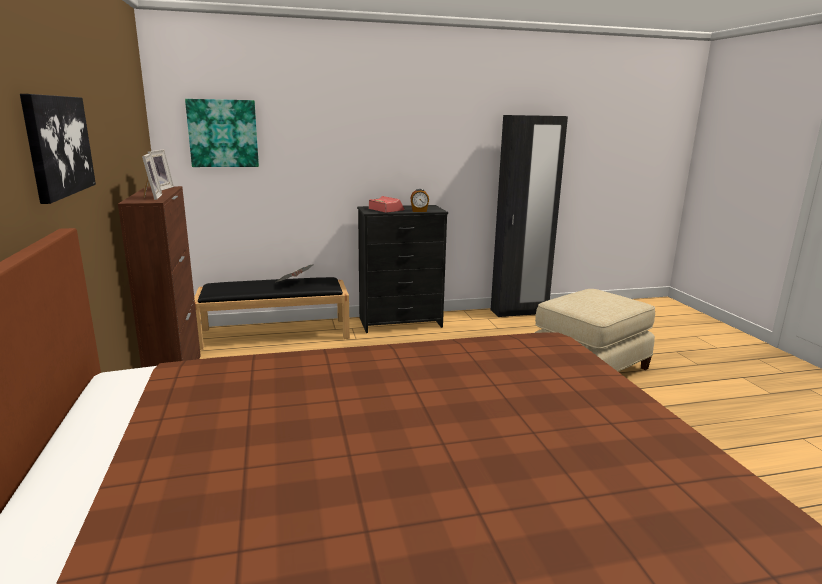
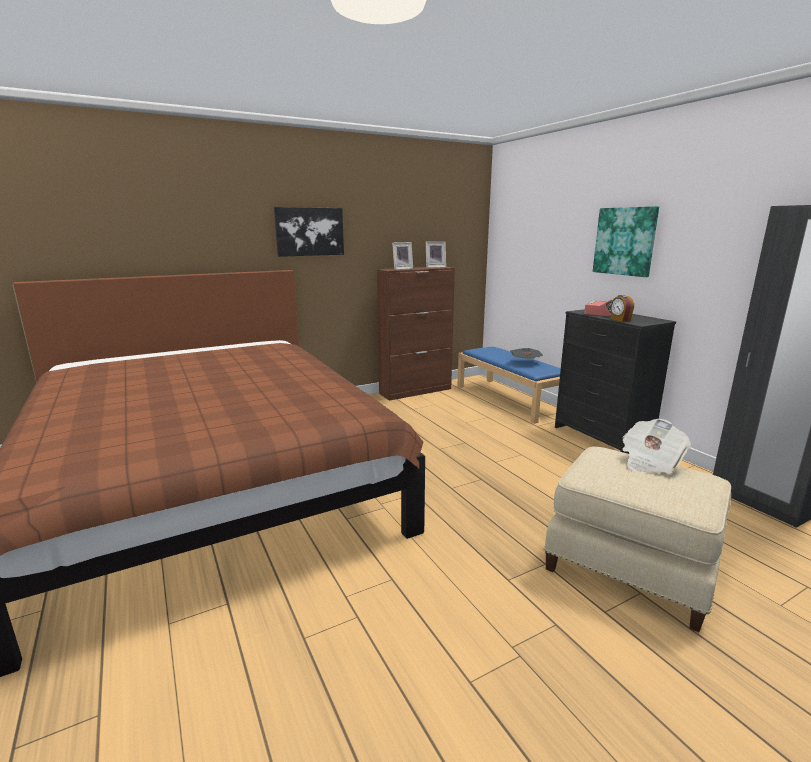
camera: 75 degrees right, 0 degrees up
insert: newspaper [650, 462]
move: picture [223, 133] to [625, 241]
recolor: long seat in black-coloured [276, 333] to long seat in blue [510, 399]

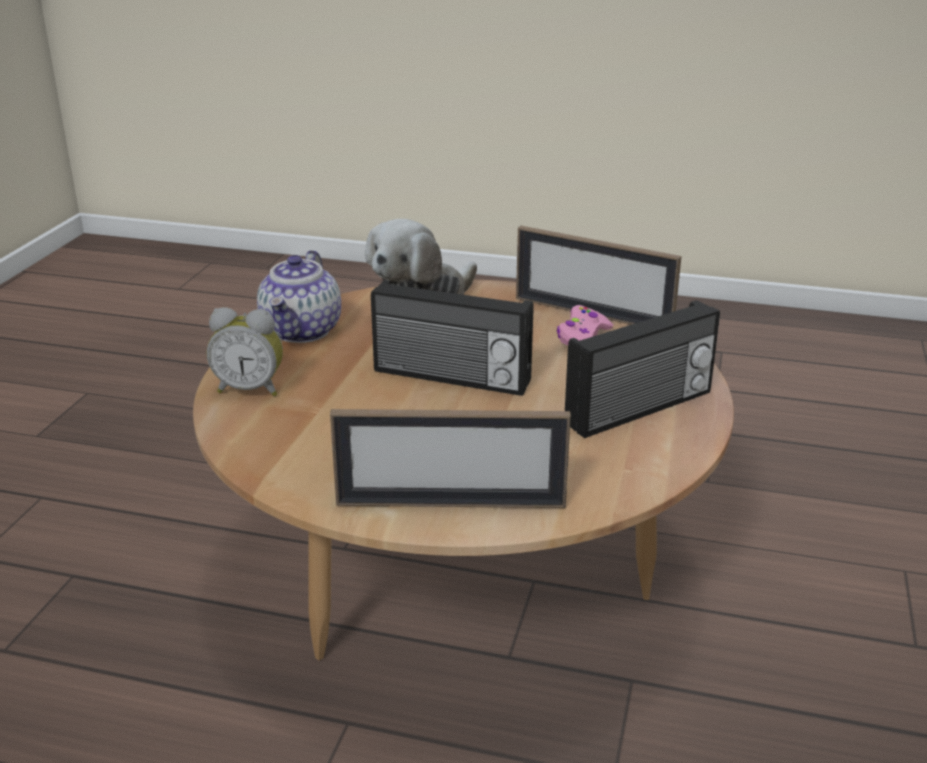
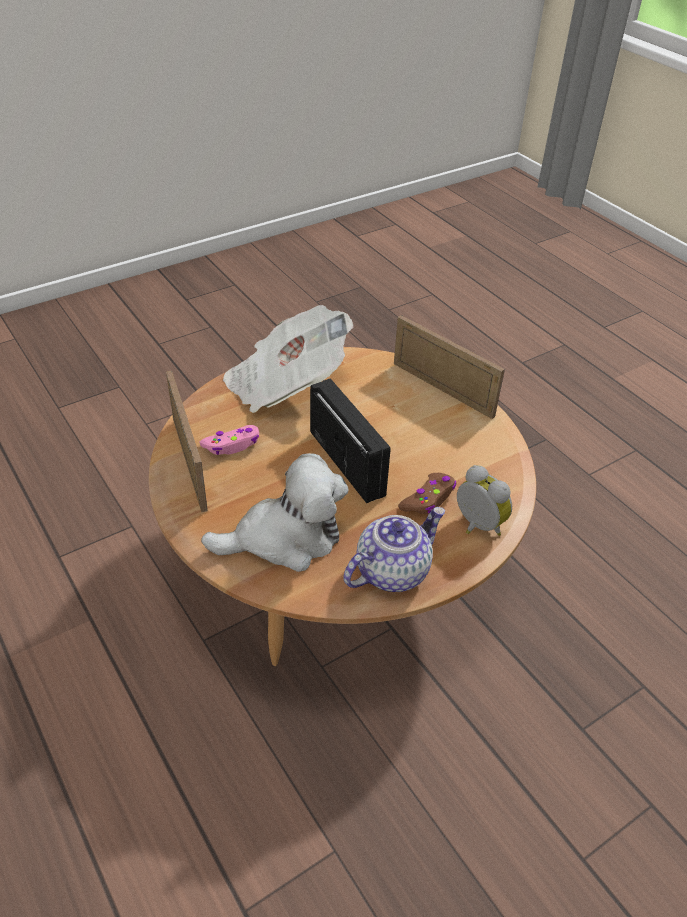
camera: 140 degrees left, 15 degrees up
insert: joypad in brown [428, 499]
replace: radio set [641, 409] to newspaper [286, 384]

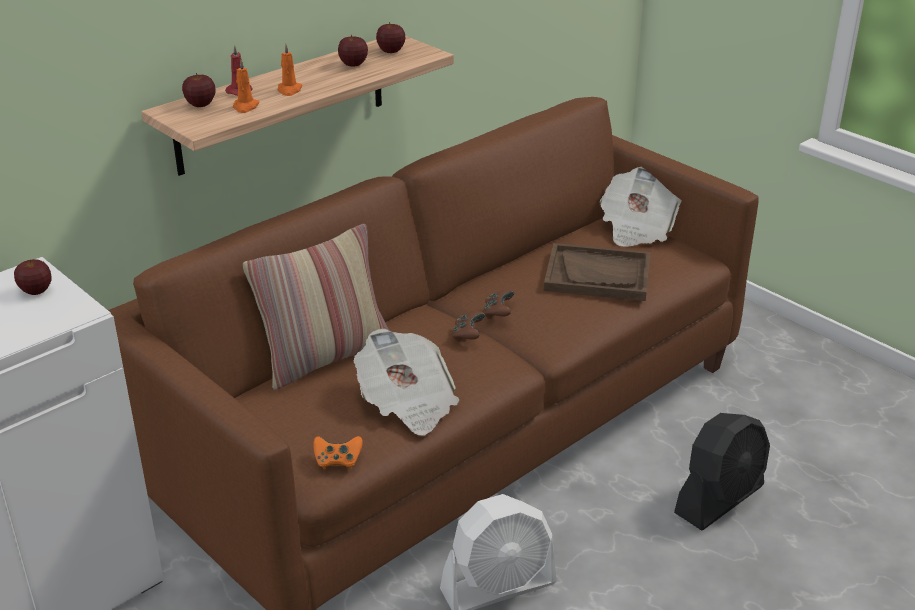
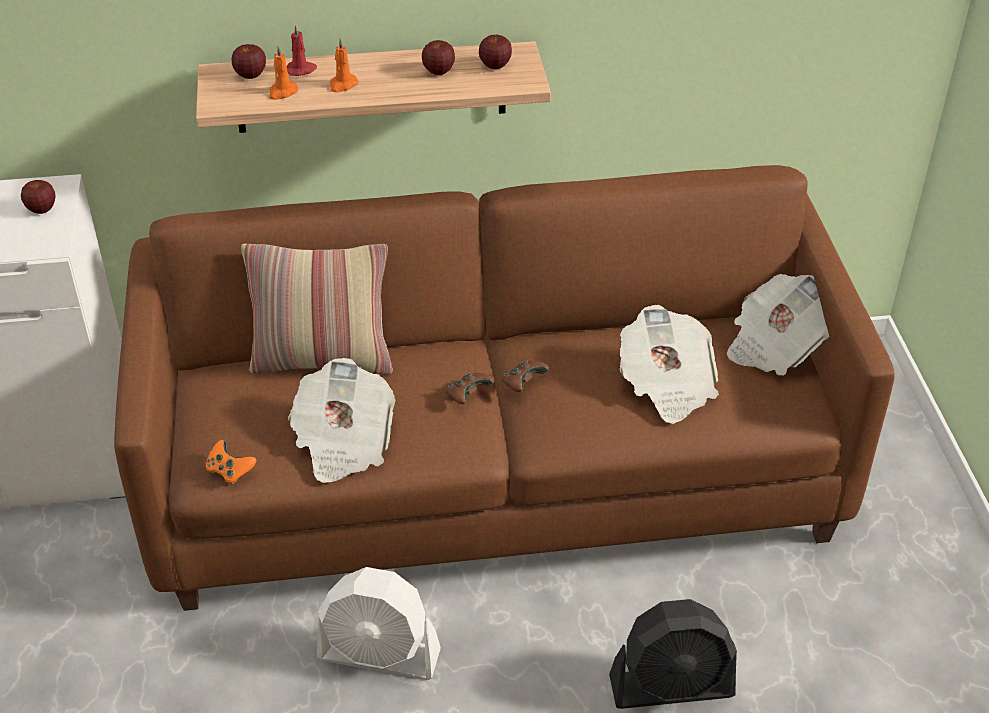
camera: 35 degrees right, 10 degrees up
replace: serving tray in brown [598, 275] to newspaper [667, 385]

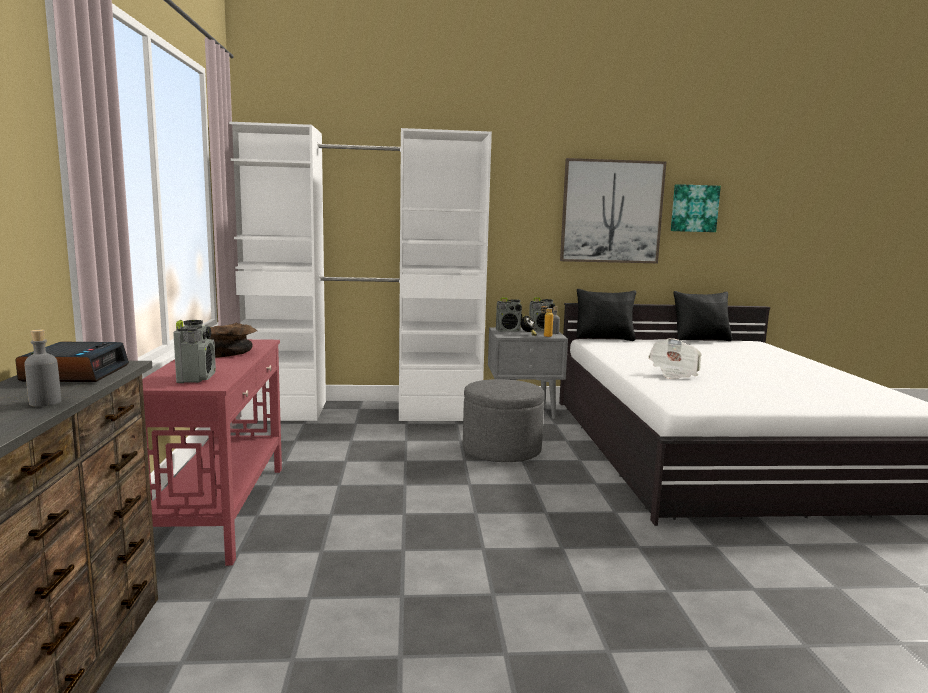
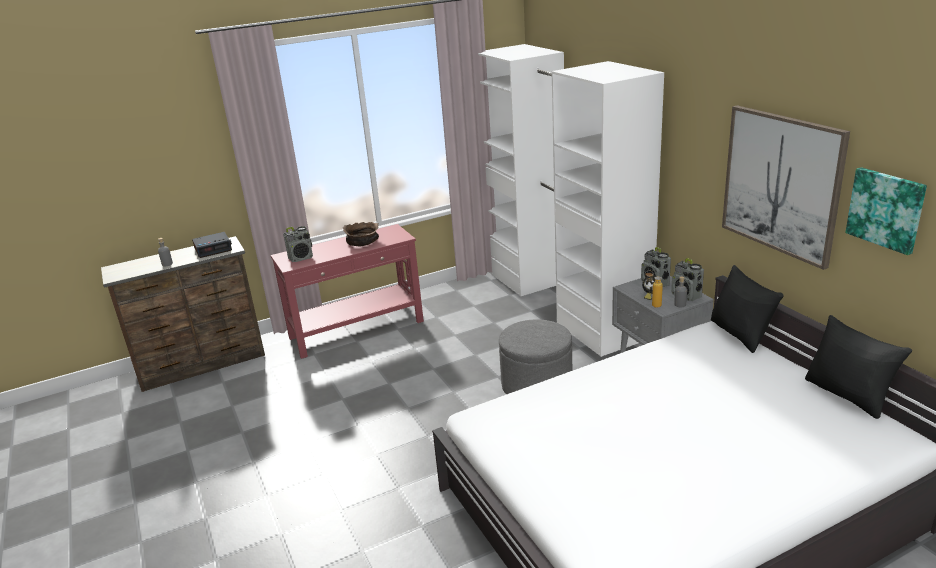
camera: 70 degrees right, 15 degrees up
delete: newspaper [673, 373]

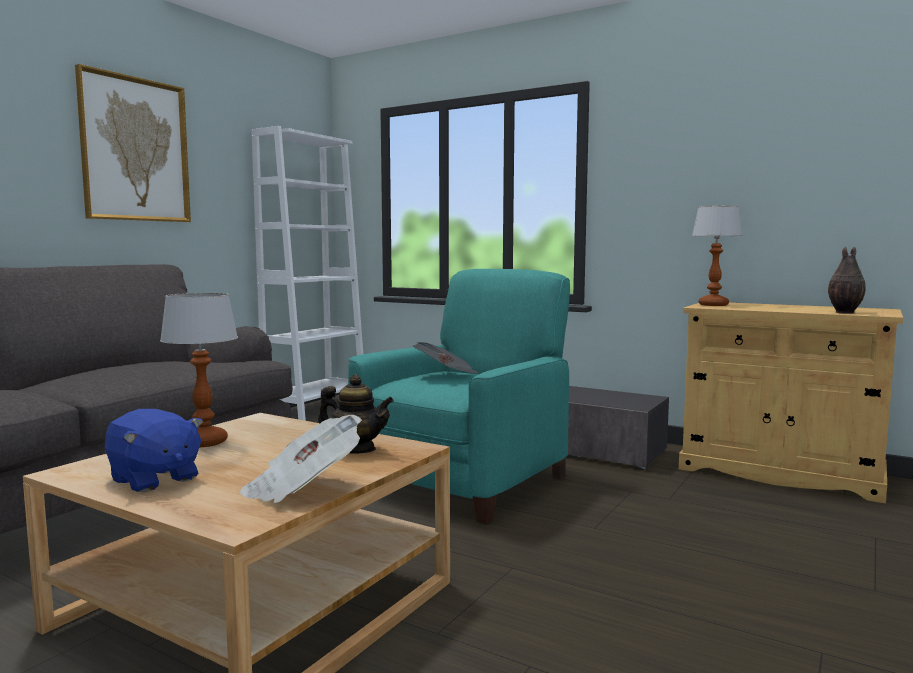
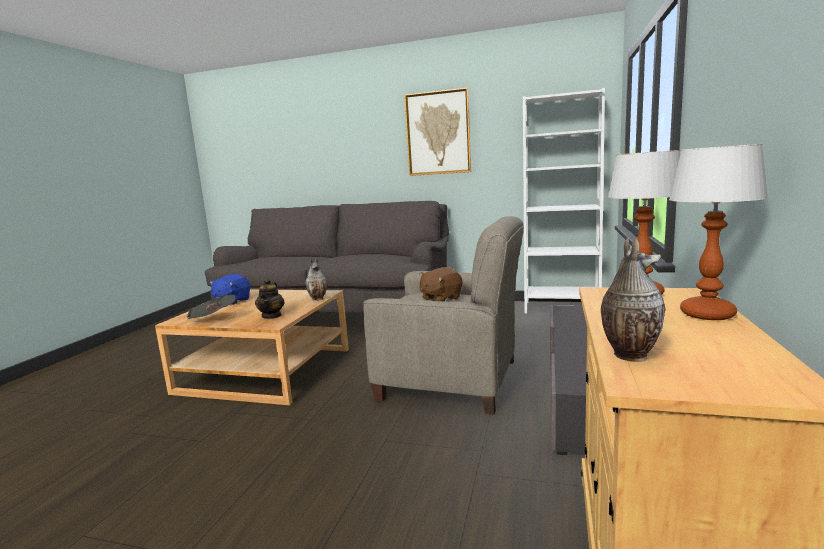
camera: 75 degrees right, 5 degrees up
insert: decorative vase [318, 299]
move: tabletop lamp [204, 442] to [707, 314]
replace: newspaper [447, 376] to soft toy in brown [440, 298]
recolor: easy chair in turquoise-coloured [464, 481] to easy chair in beige [451, 380]

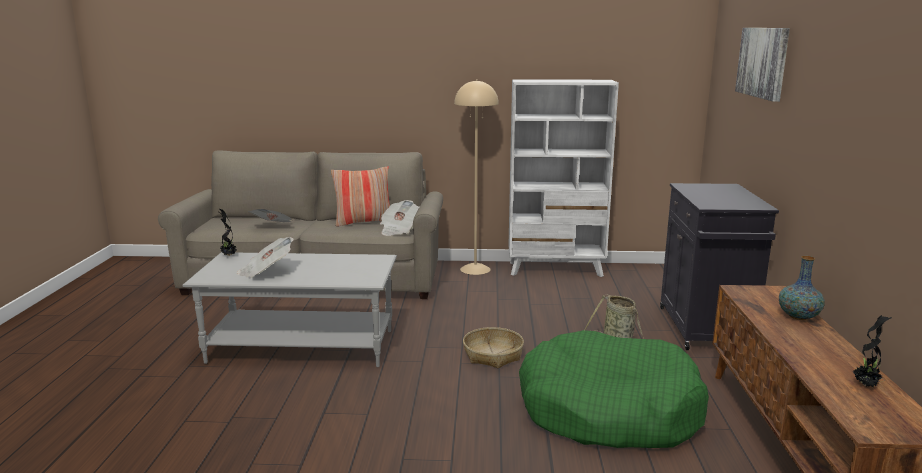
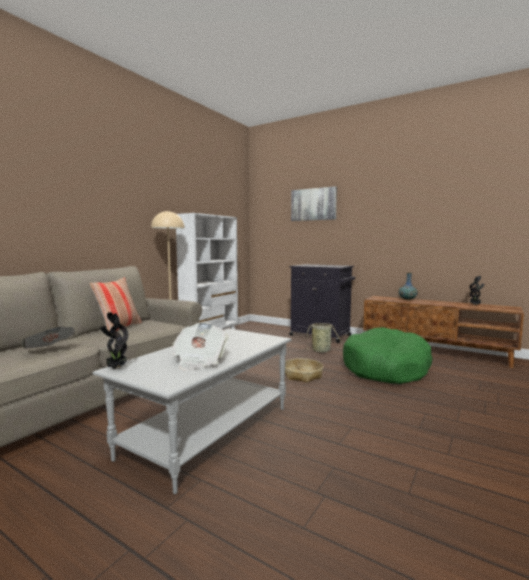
camera: 60 degrees left, 10 degrees down
delete: newspaper [399, 230]

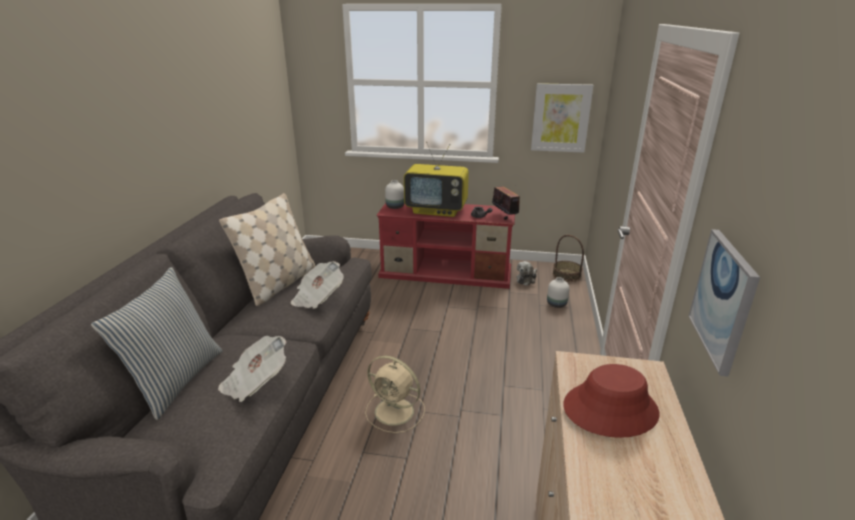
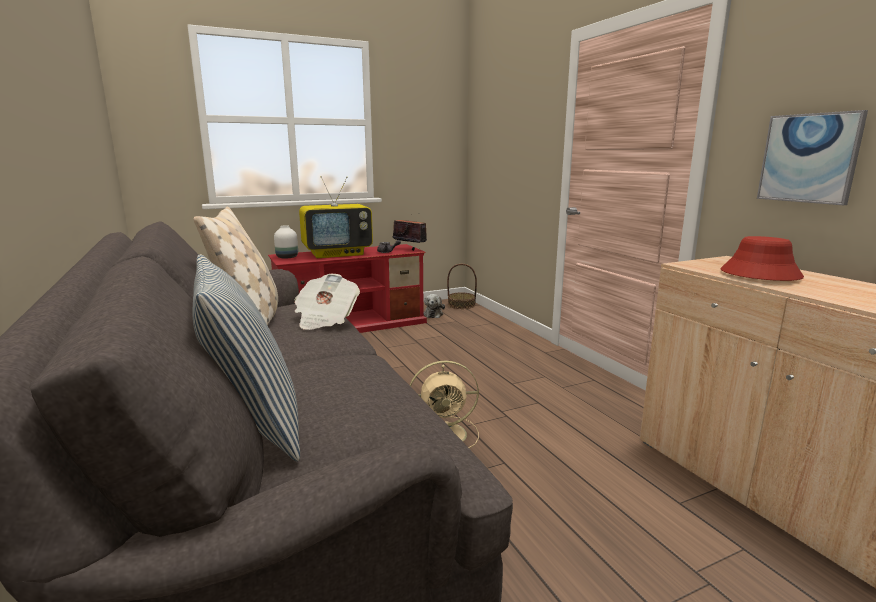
camera: 35 degrees left, 10 degrees down
delete: newspaper [255, 382]; picture [560, 118]; decorative vase in white-coloured [556, 304]

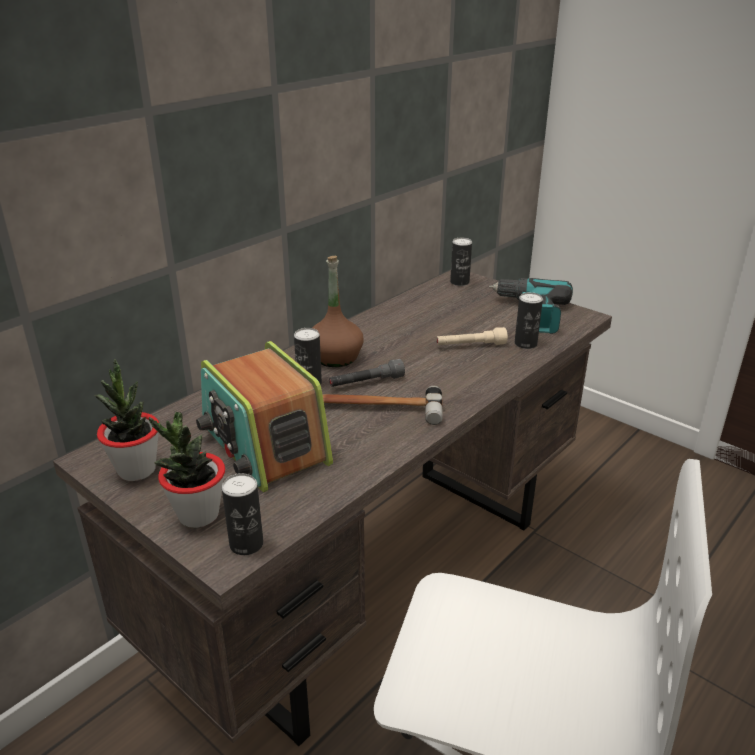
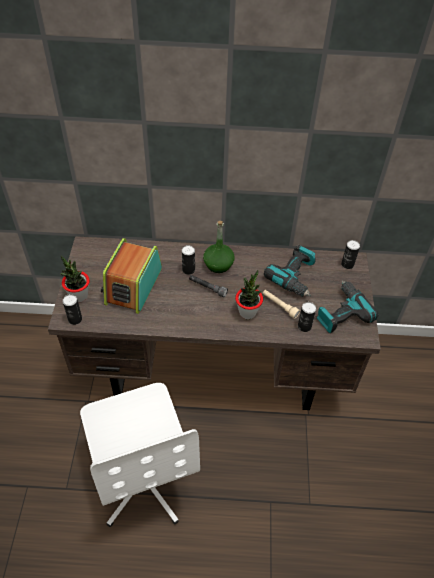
camera: 50 degrees right, 20 degrees up
delete: hammer [381, 409]
insert: power drill [295, 277]
move: houseplant [136, 470] to [247, 312]
recolor: drink bottle in brown [335, 357] to drink bottle in green-coloured [218, 264]

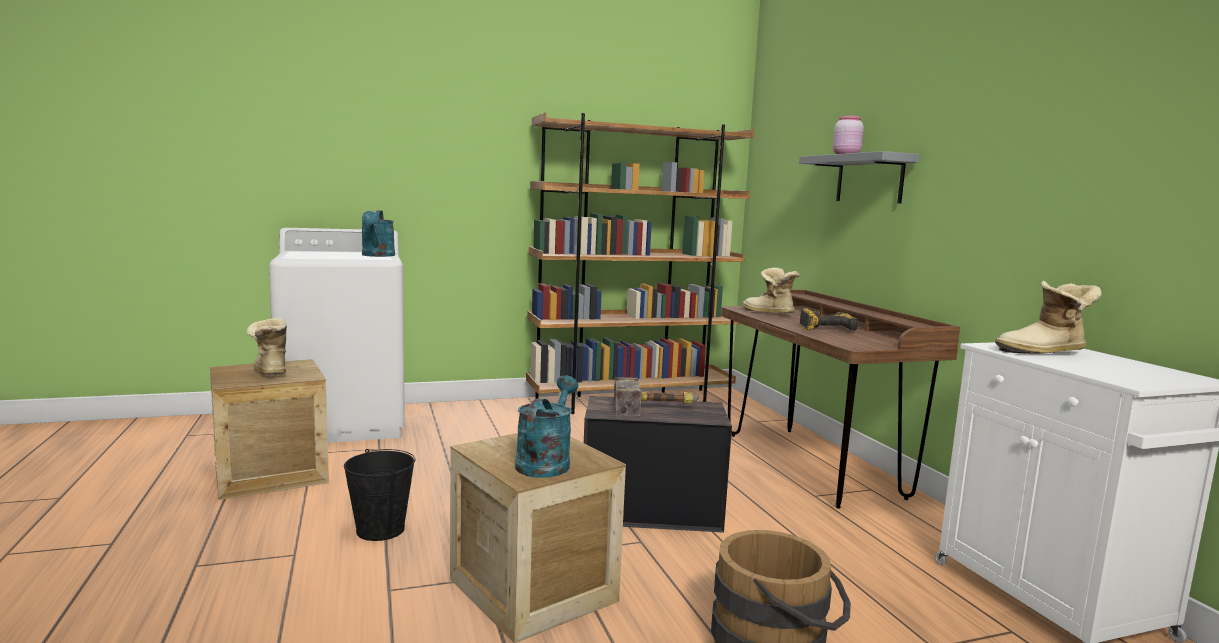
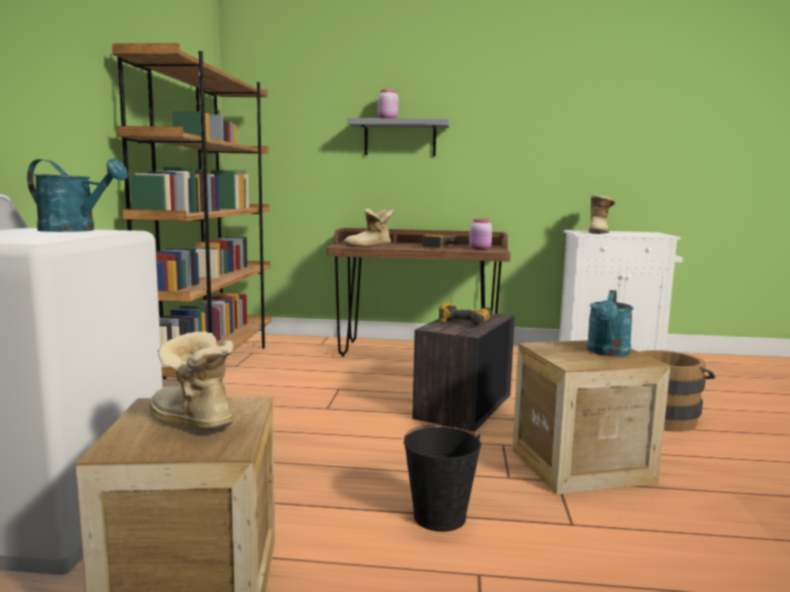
camera: 65 degrees left, 0 degrees up
insert: storage jar in pink [480, 249]
replace: hammer [656, 409] to power drill [466, 321]
rotate: boot [269, 372] = [189, 422] 45 degrees clockwise; sprinkling can in turquoise-coloured [546, 462] = [607, 352] 105 degrees counterclockwise

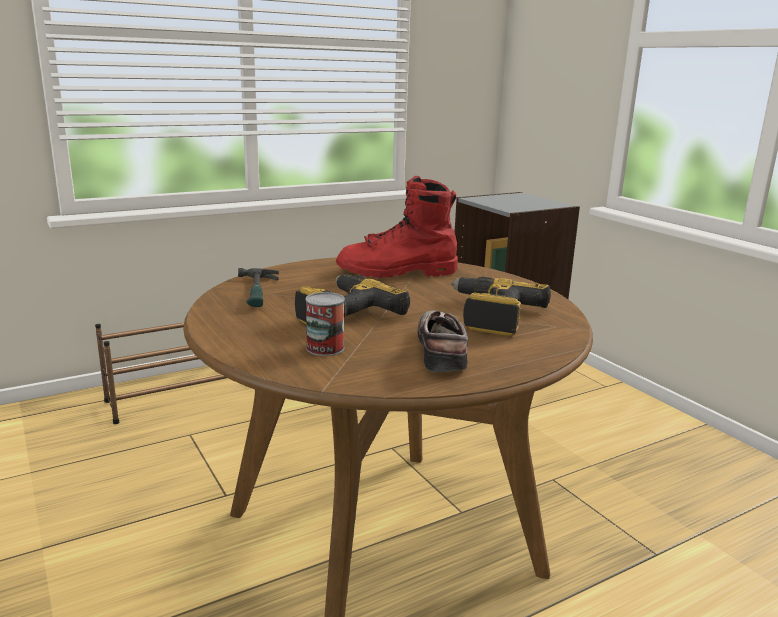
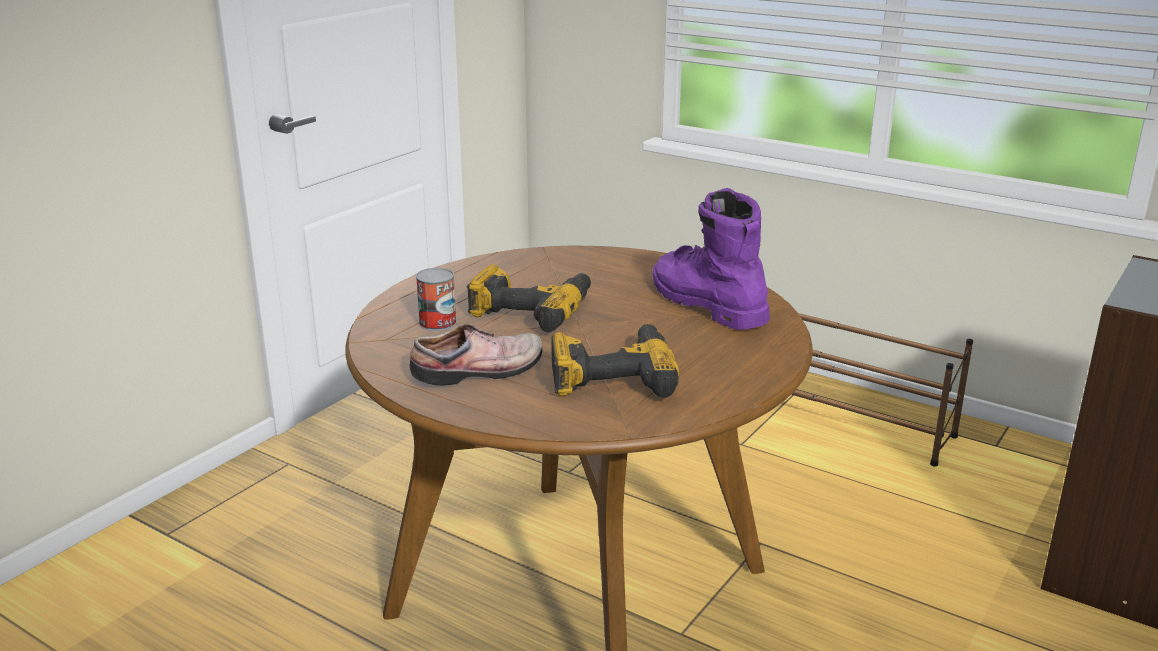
camera: 65 degrees right, 5 degrees up
delete: hammer [258, 292]
recolor: boot in red-coloured [397, 272] to boot in purplish [705, 304]

